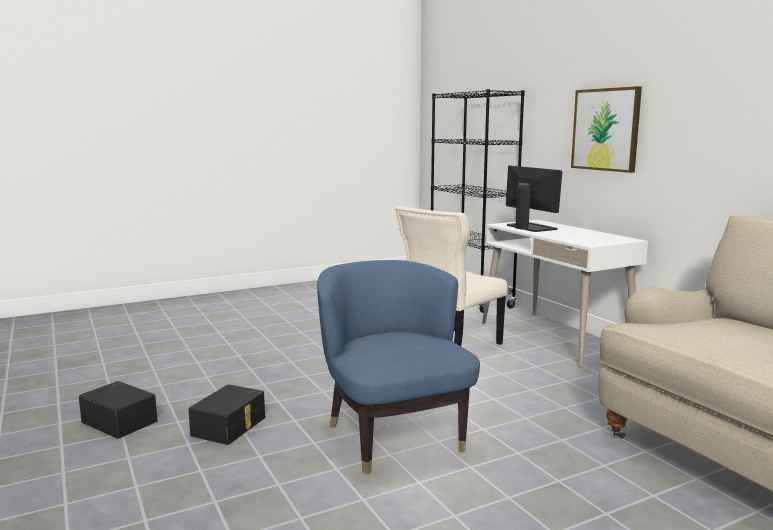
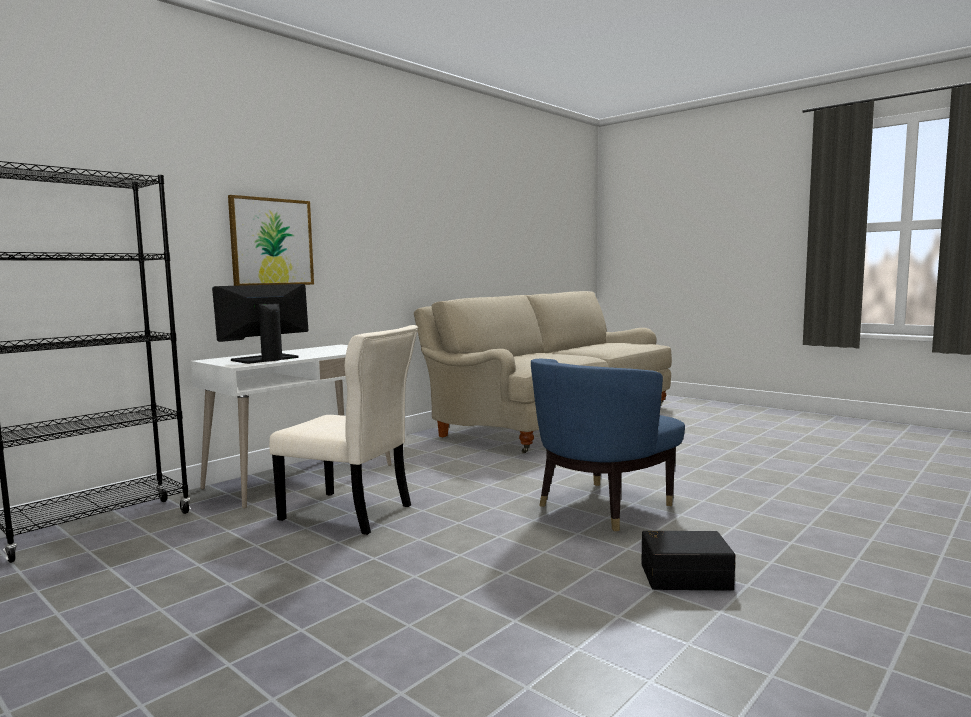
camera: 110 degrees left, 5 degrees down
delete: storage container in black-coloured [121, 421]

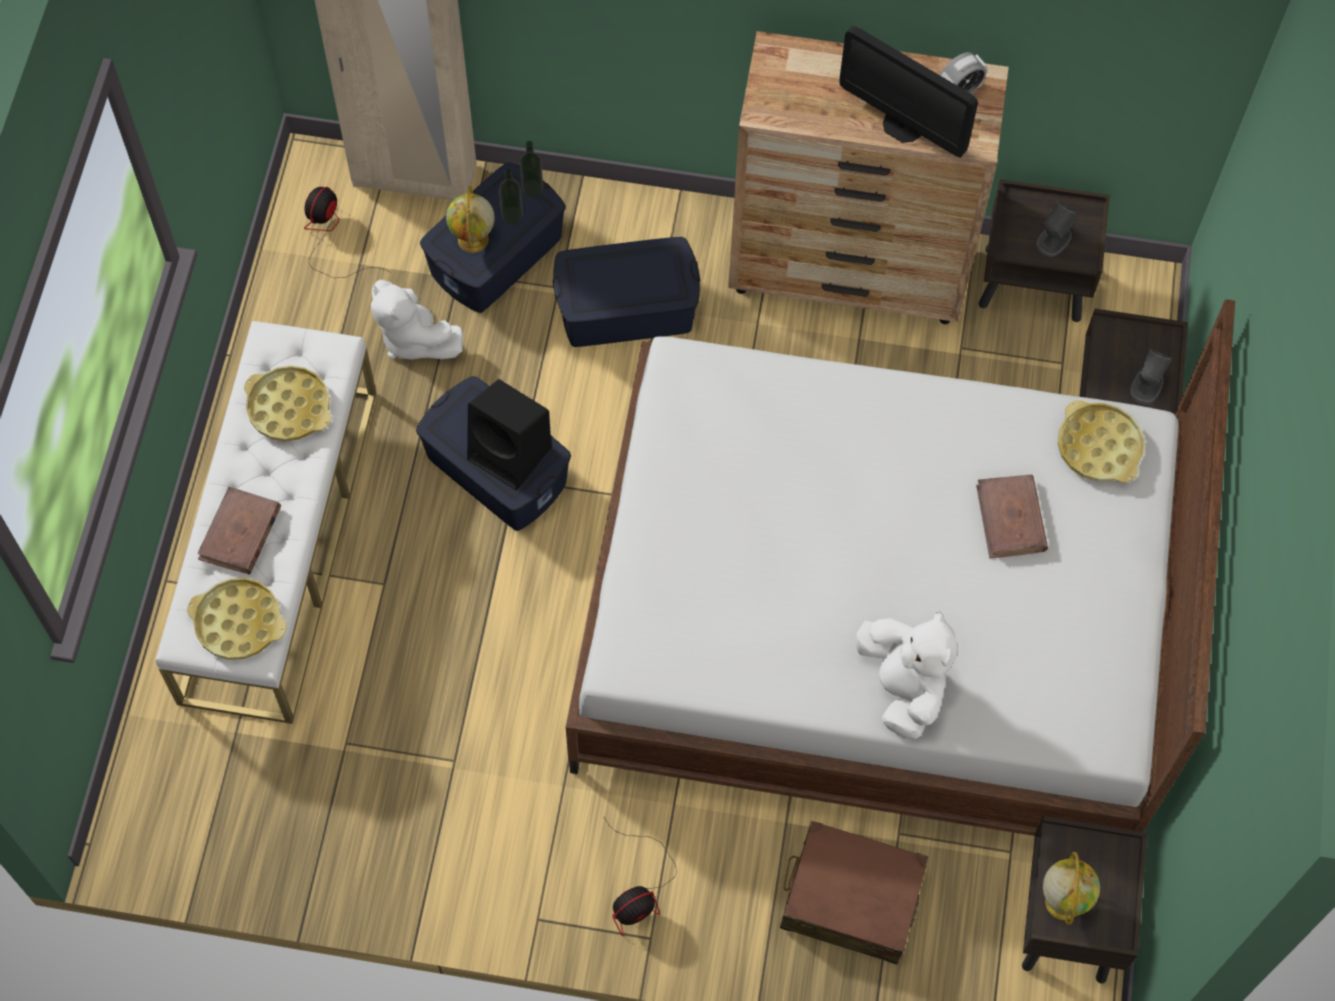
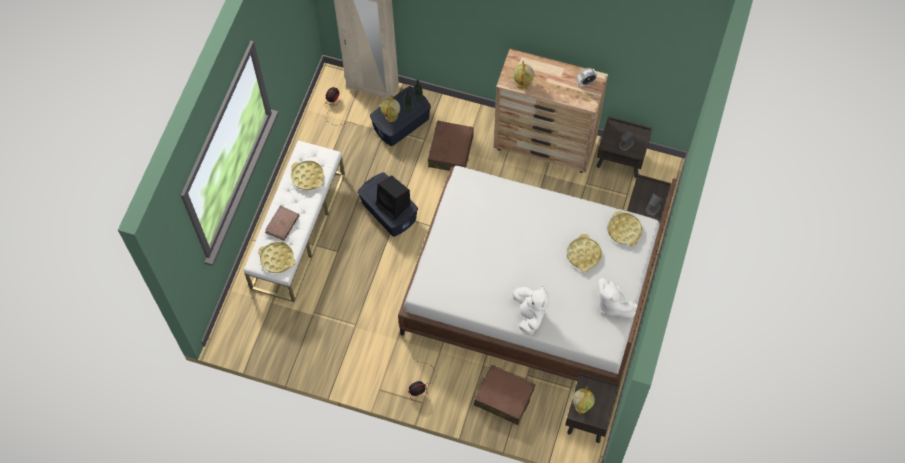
camera: 10 degrees right, 0 degrees up
delete: computer display [903, 126]
insert: world globe [522, 84]
move: soft toy in white-coloured [413, 338] to [612, 304]
replace: storage container in blue [626, 309] to suitcase in brown [451, 151]; book in brown [1010, 519] to serving tray in yellowish [584, 254]

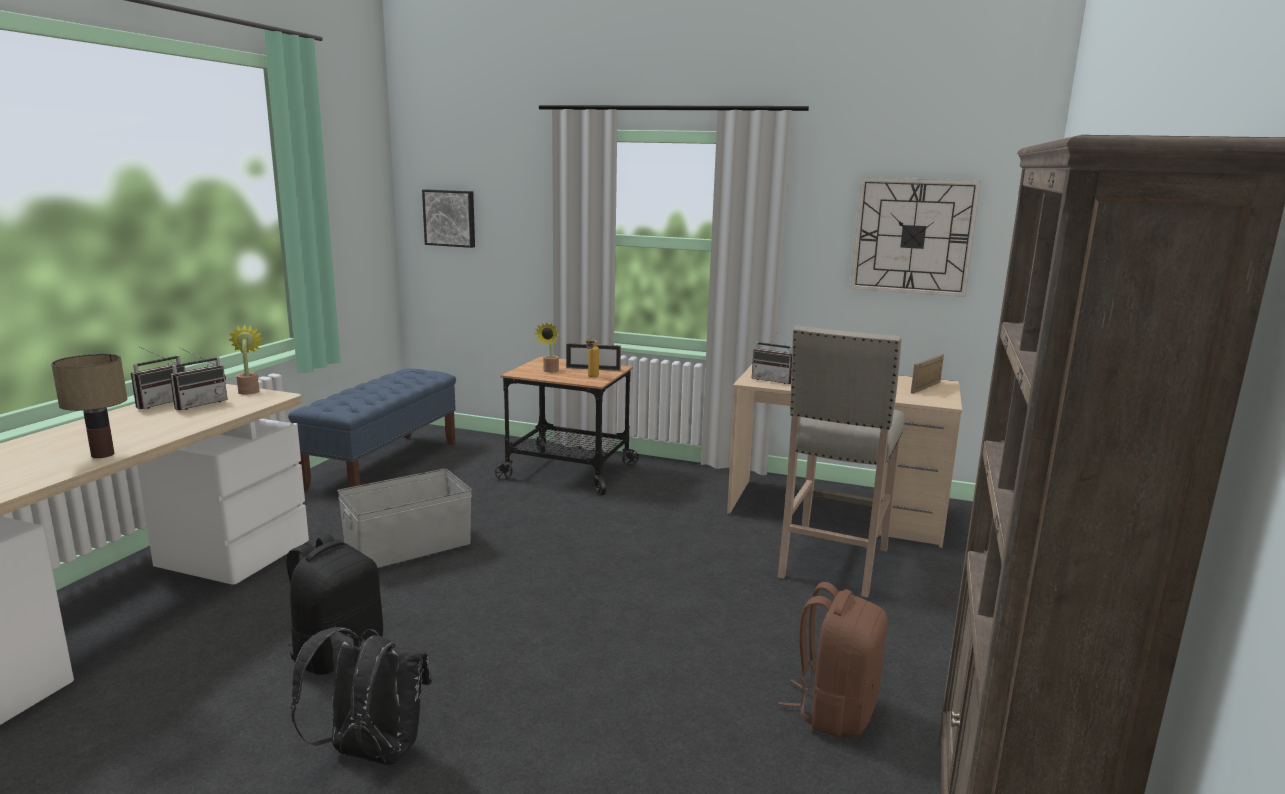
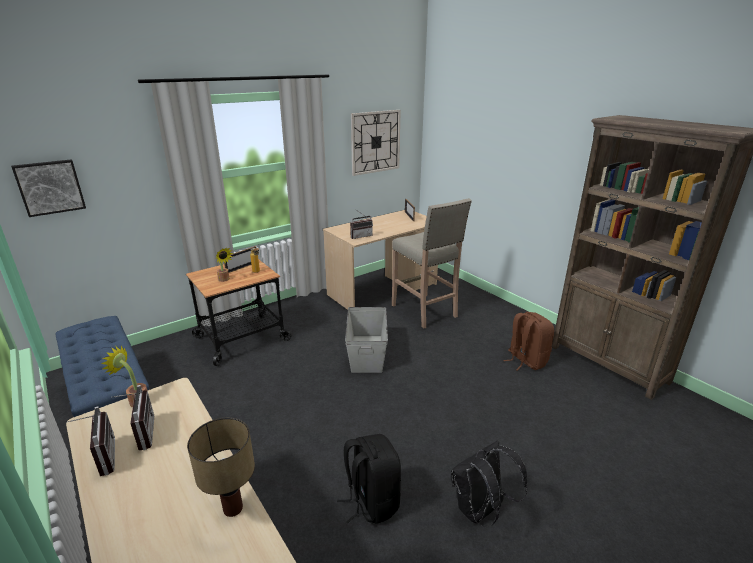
camera: 55 degrees left, 10 degrees up
move: storage container in greyish [409, 547] to [367, 353]

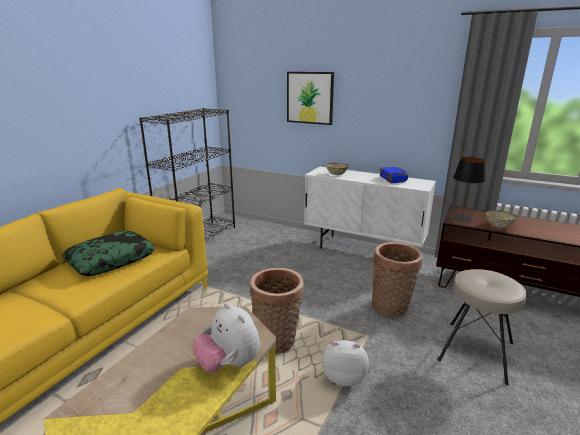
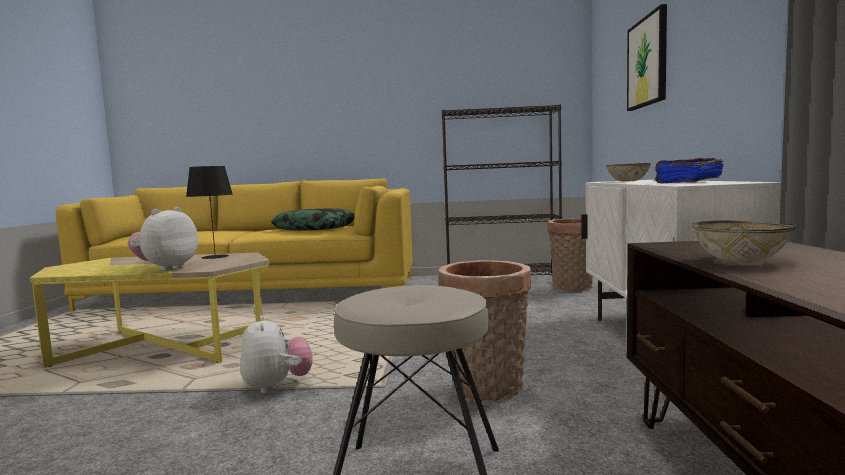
camera: 65 degrees right, 15 degrees down
move: tabletop lamp in black-coloured [462, 218] to [214, 257]; basket [277, 342] to [573, 288]

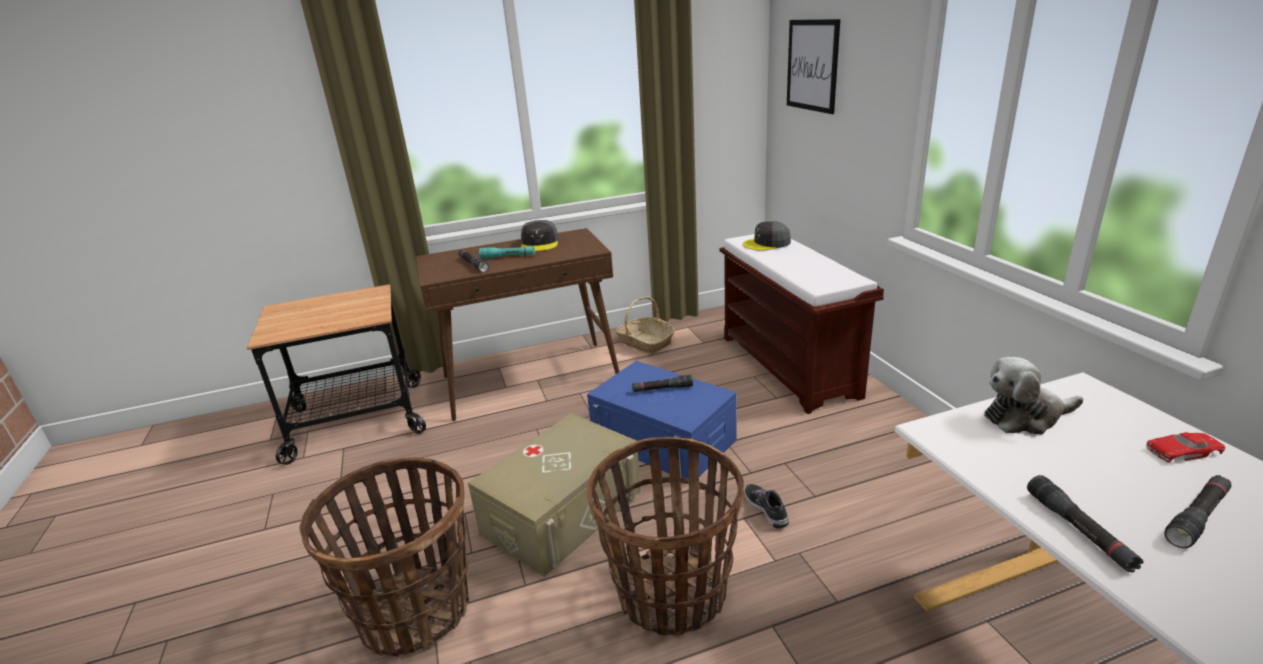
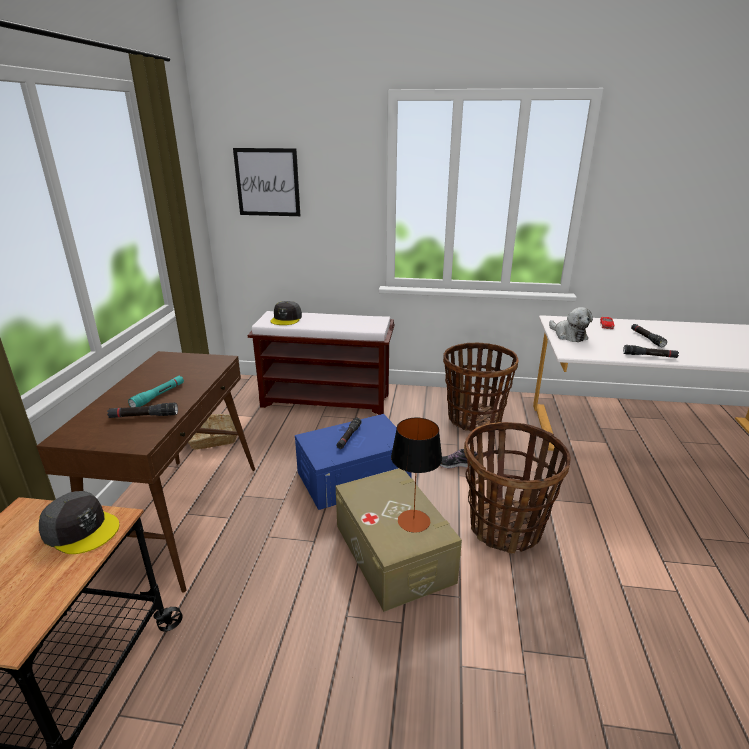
camera: 65 degrees left, 0 degrees up
insert: tabletop lamp [413, 521]
move: peaked cap in greyish [540, 243] to [81, 529]; basket [415, 611] to [474, 419]
rotate: soft toy [1025, 417] = [568, 335] 45 degrees counterclockwise

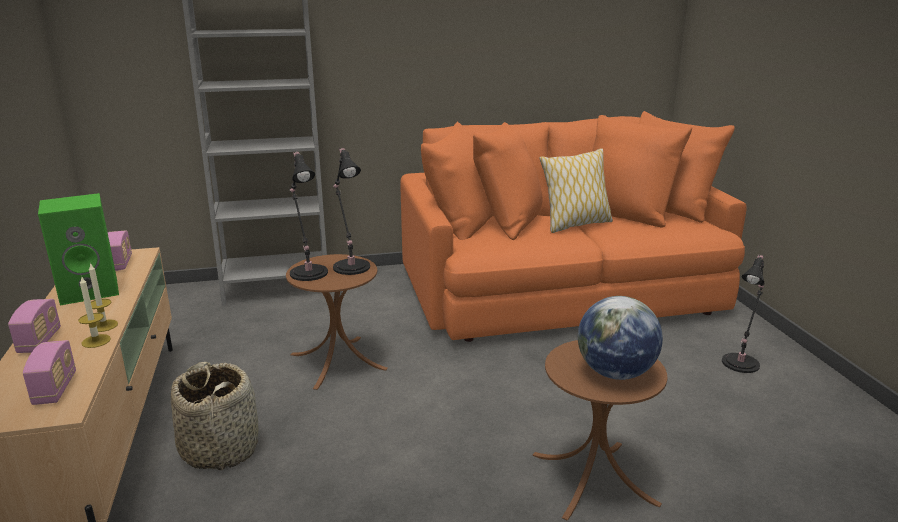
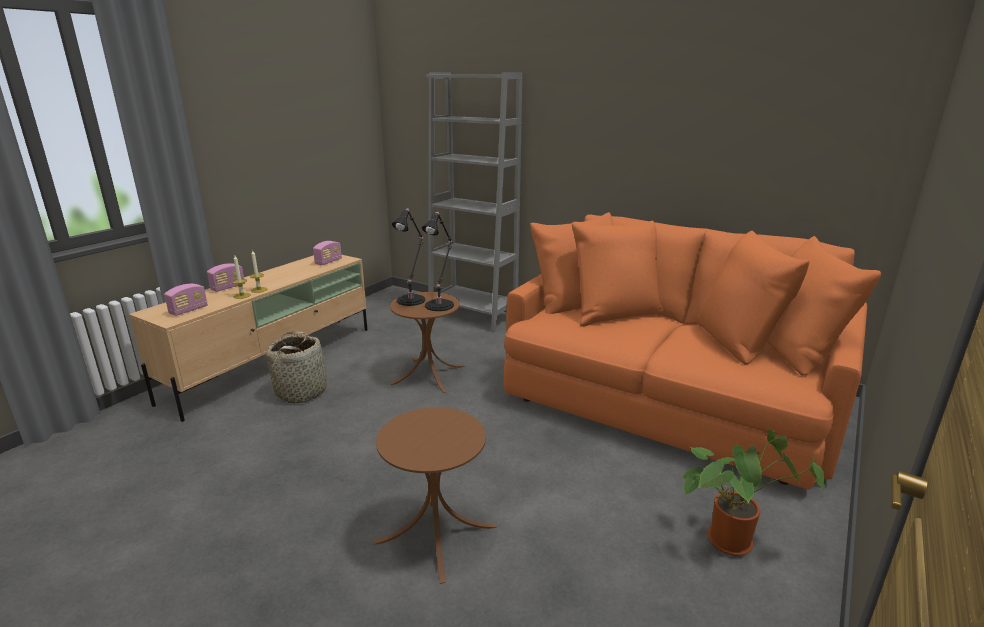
camera: 45 degrees right, 0 degrees up
delete: audio speaker in green-coloured [91, 290]; throw pillow [575, 224]; world globe [615, 373]
replace: tabletop lamp in black-coloured [741, 362] to houseplant [732, 539]

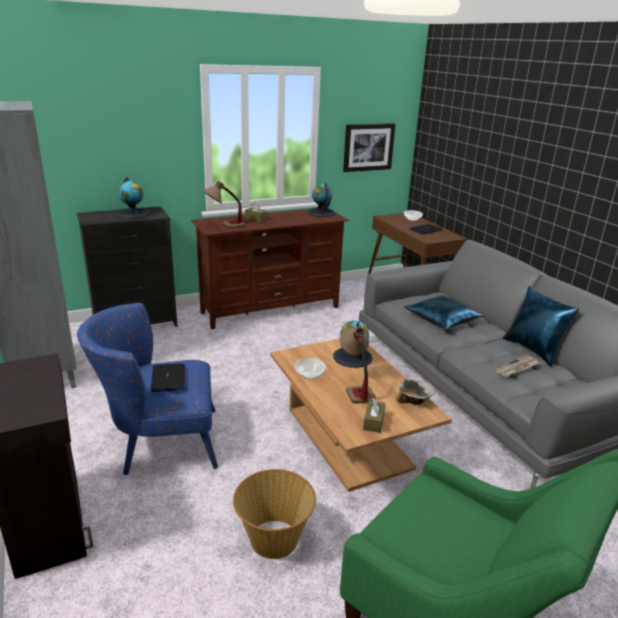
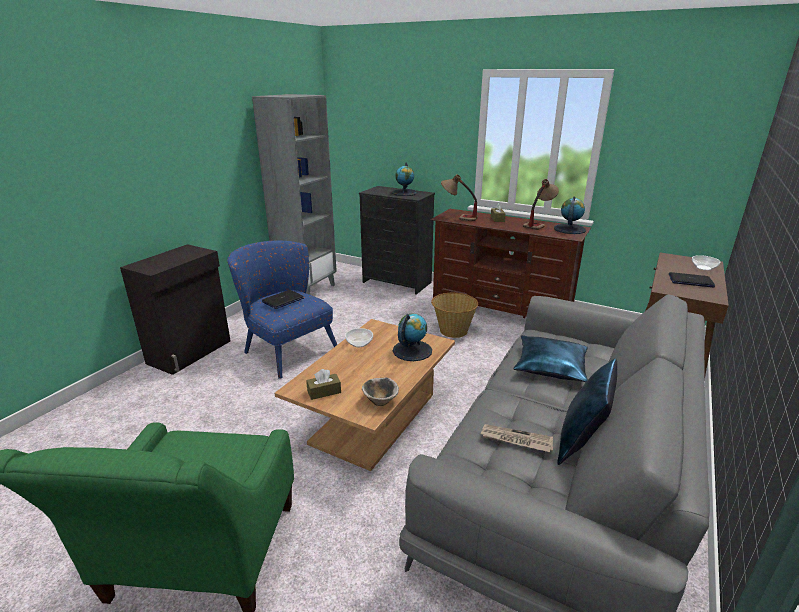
camera: 55 degrees right, 0 degrees up
delete: picture [368, 147]
move: basket [274, 540] to [453, 331]; tabletop lamp [355, 387] to [538, 224]

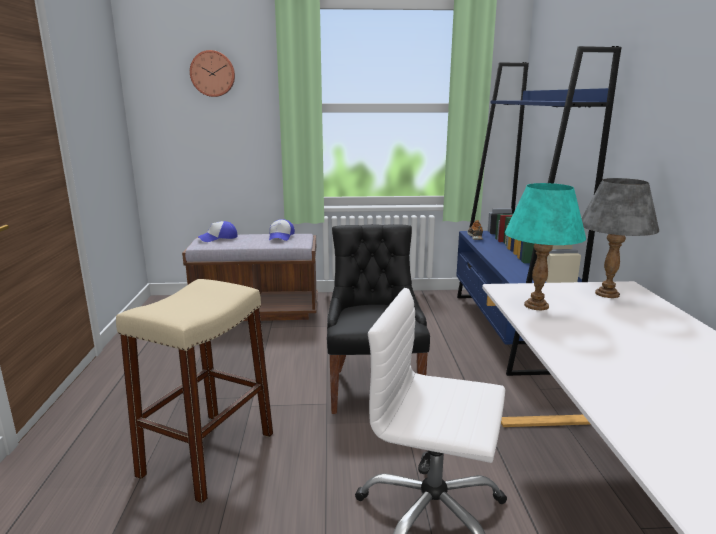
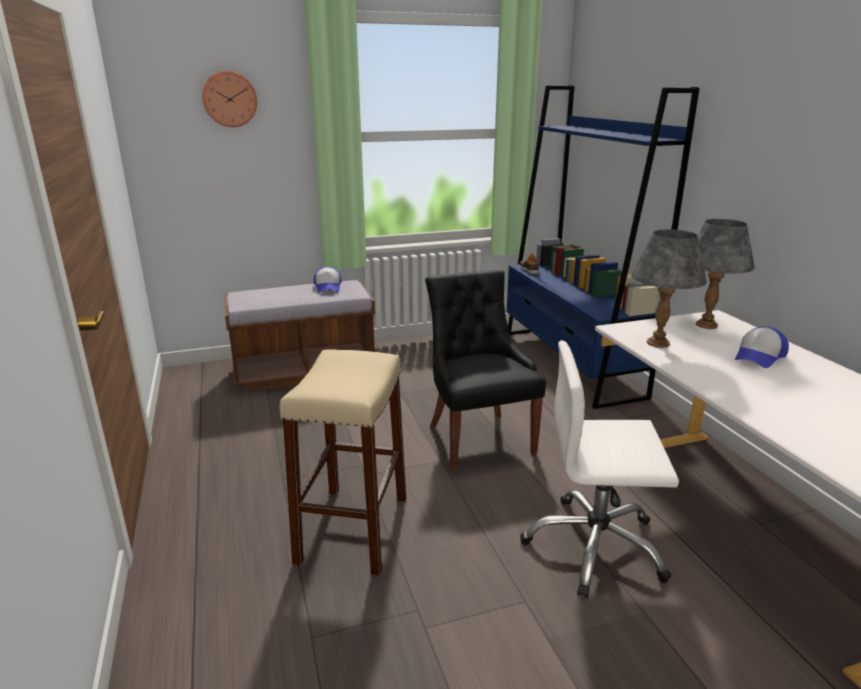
camera: 15 degrees left, 5 degrees up
move: peaked cap [218, 238] to [759, 356]
recolor: tabletop lamp in turquoise-coloured [535, 305] to tabletop lamp in greyish [657, 343]

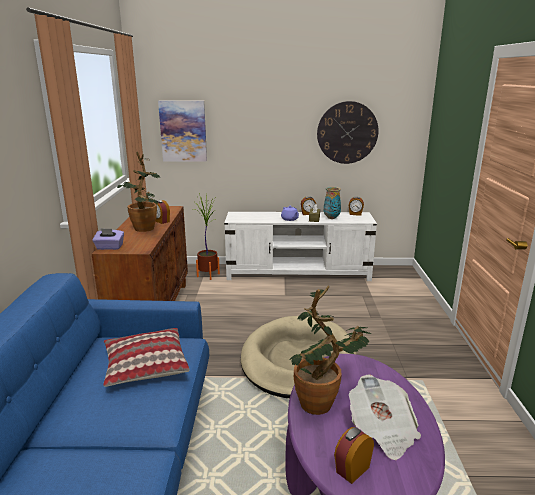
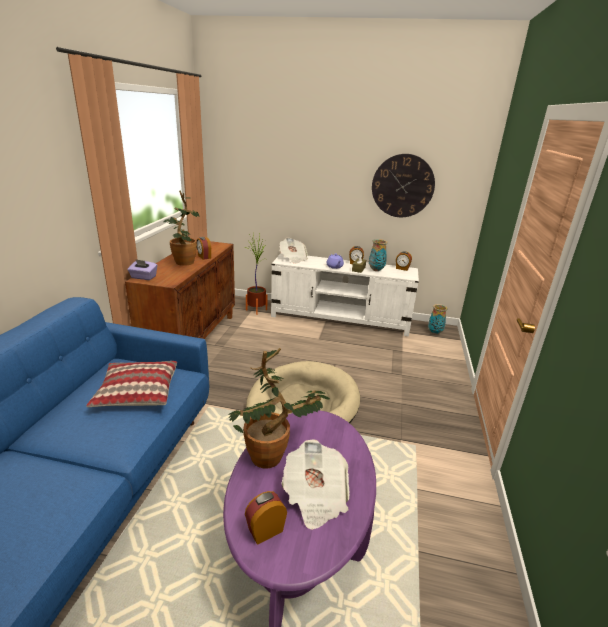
camera: 10 degrees right, 5 degrees up
delete: picture [183, 131]
insert: newspaper [293, 258]; decorative vase [435, 333]

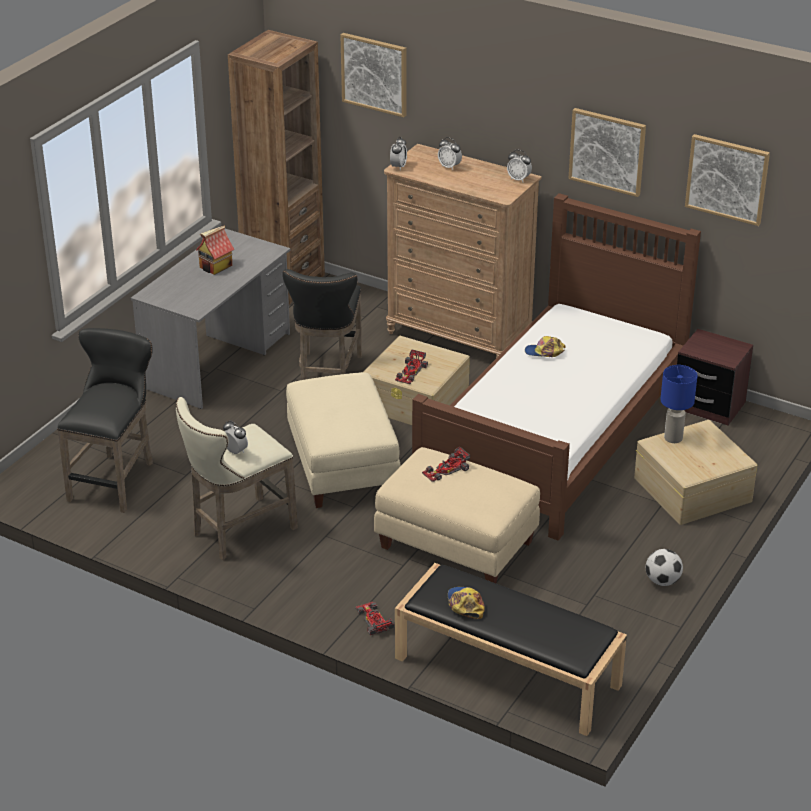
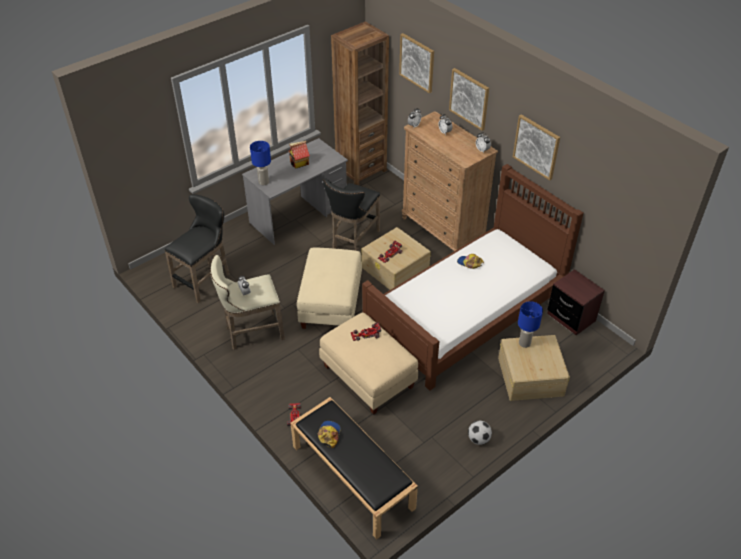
camera: 20 degrees right, 10 degrees up
insert: tabletop lamp in blue [263, 182]
move: picture [727, 179] to [469, 98]

